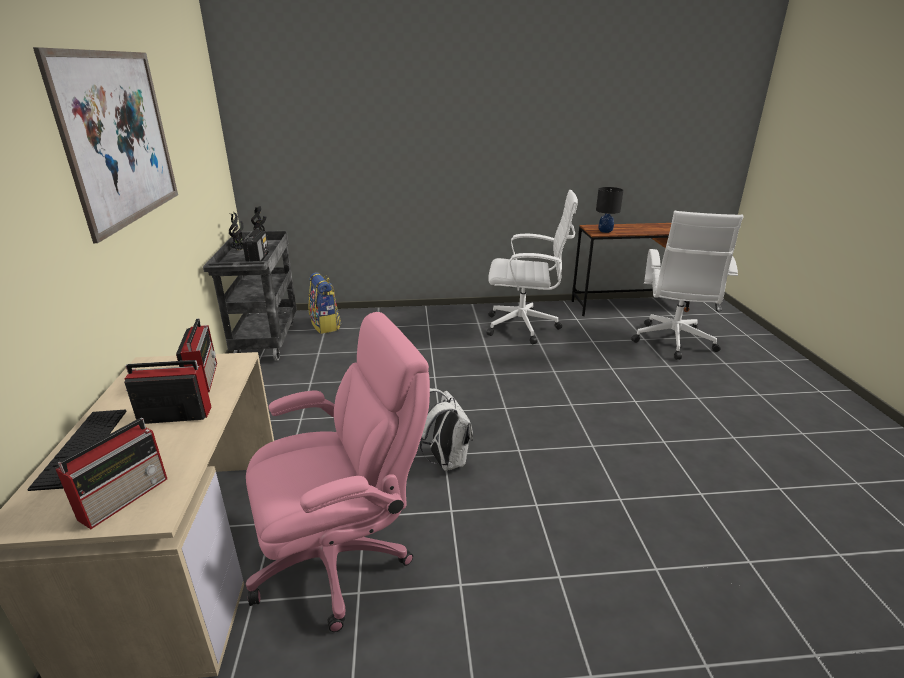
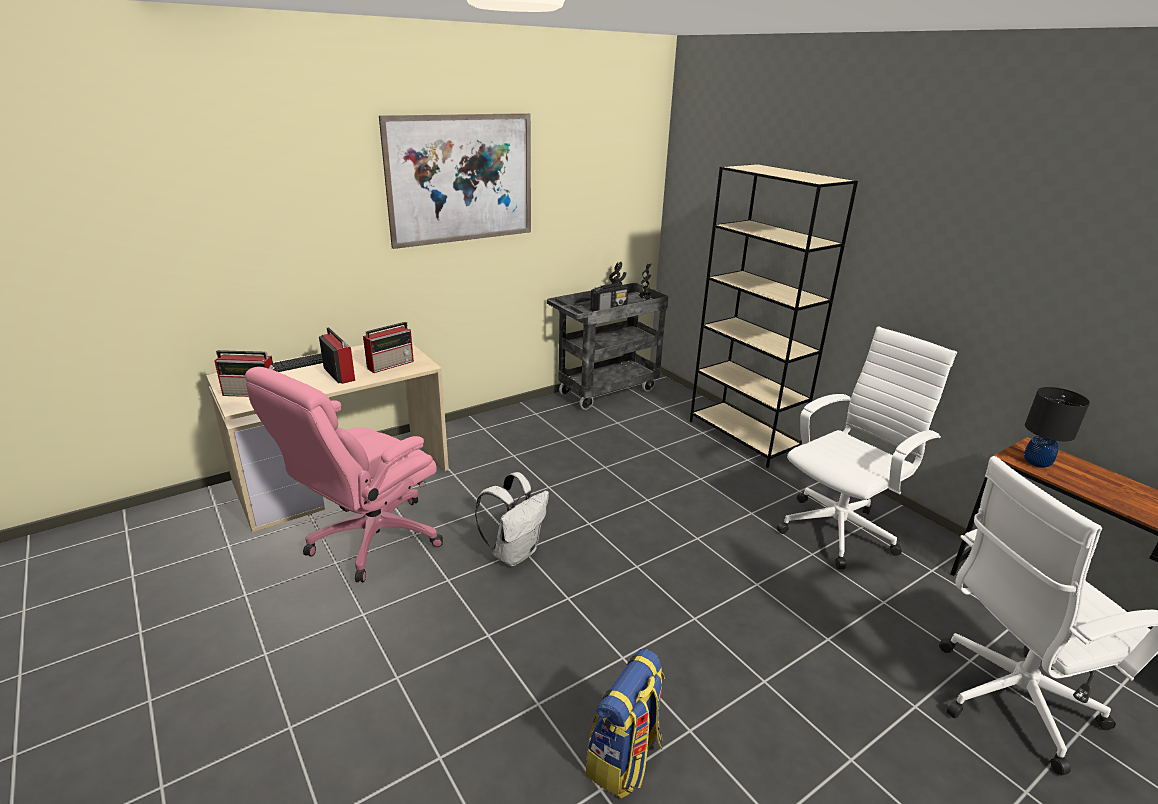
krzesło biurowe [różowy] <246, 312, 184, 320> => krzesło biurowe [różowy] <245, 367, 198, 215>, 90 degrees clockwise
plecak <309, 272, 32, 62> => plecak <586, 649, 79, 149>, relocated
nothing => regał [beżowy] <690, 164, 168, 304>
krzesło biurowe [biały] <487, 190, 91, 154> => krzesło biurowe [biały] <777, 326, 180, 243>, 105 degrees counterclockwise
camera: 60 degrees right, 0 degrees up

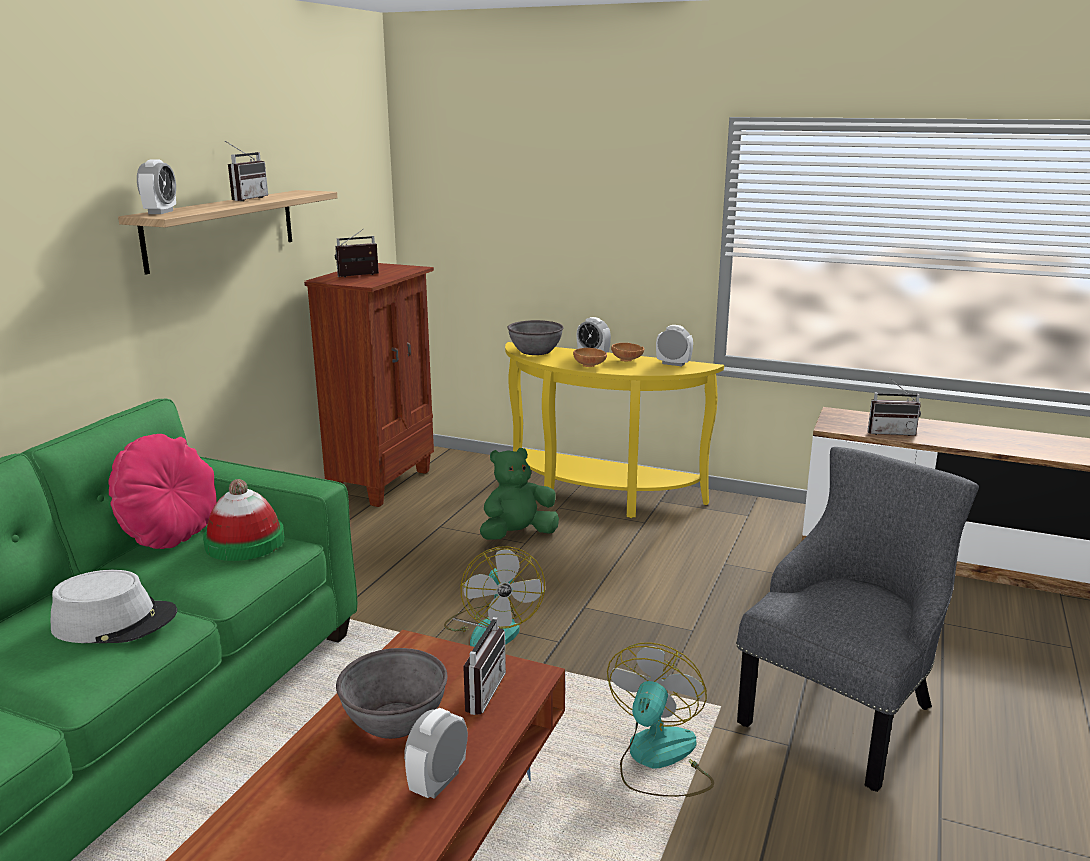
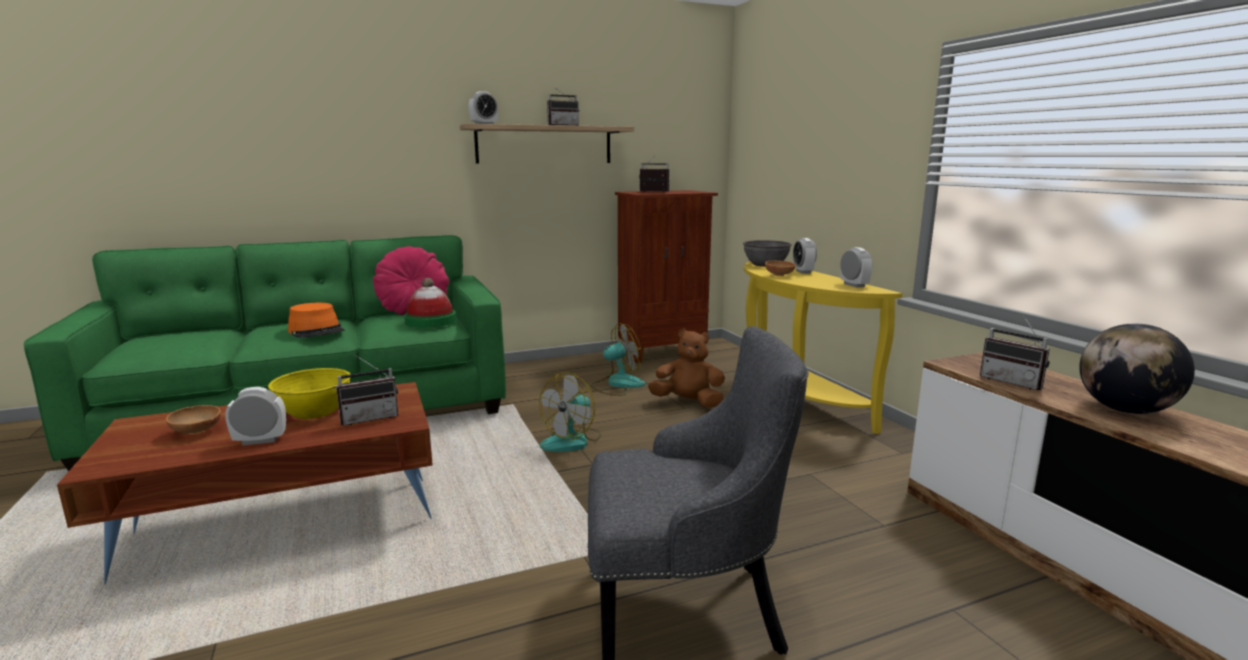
miska [brązowy] <611, 343, 33, 18> => miska [brązowy] <166, 405, 55, 30>, relocated
miska [szary] <336, 648, 111, 91> => miska [żółty] <268, 368, 82, 51>
kapelusz [szary] <51, 570, 126, 73> => kapelusz [pomarańczowy] <288, 303, 57, 35>
wentylator <607, 642, 107, 155> => wentylator <591, 323, 54, 73>, relocated
pluszak [zielony] <480, 448, 79, 92> => pluszak [brązowy] <648, 329, 77, 79>
nothing => globus <1079, 324, 116, 90>
camera: 45 degrees right, 5 degrees down

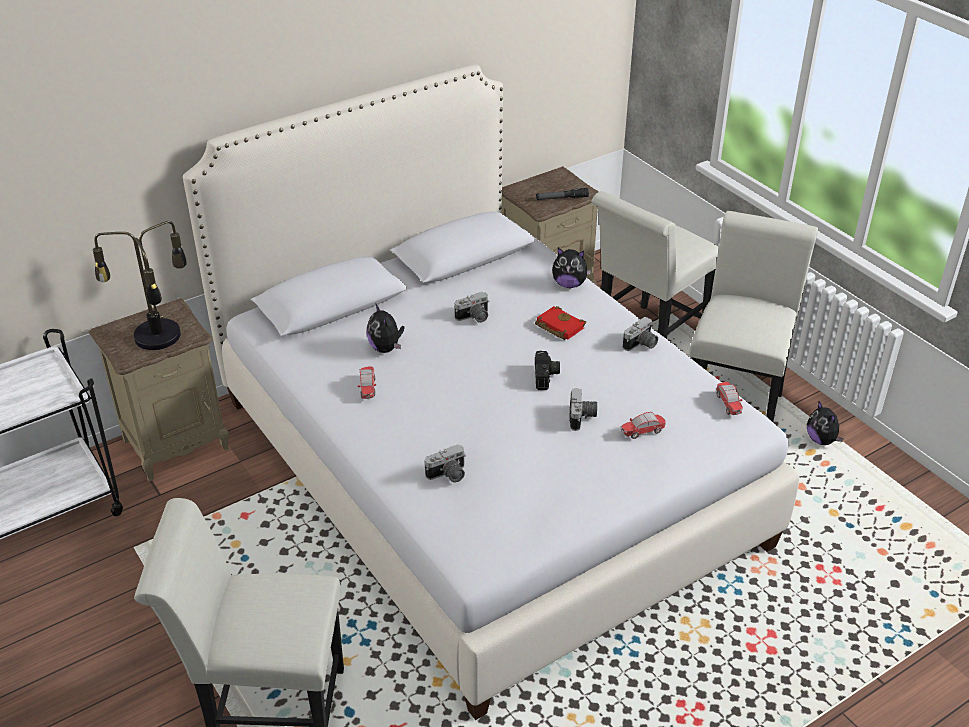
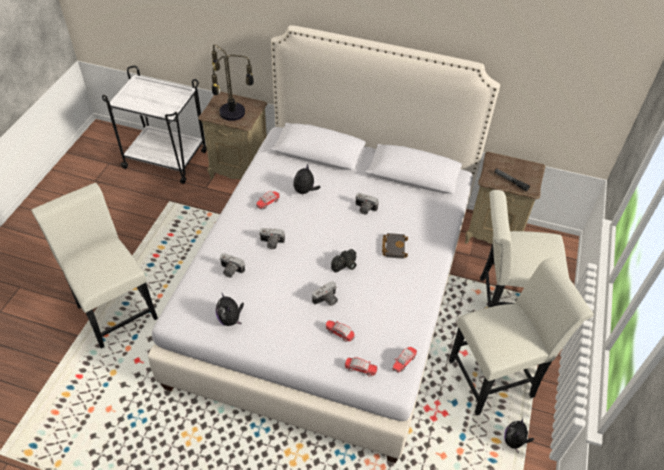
pluszak <552, 248, 40, 40> => pluszak <216, 292, 28, 34>, relocated
aparat fotograficzny <623, 317, 35, 34> => aparat fotograficzny <259, 228, 26, 21>, relocated
nothing => samochodzik <345, 357, 33, 20>
książka [czerwony] <535, 306, 51, 34> => książka [czarny] <382, 233, 26, 26>
camera: 50 degrees right, 10 degrees up

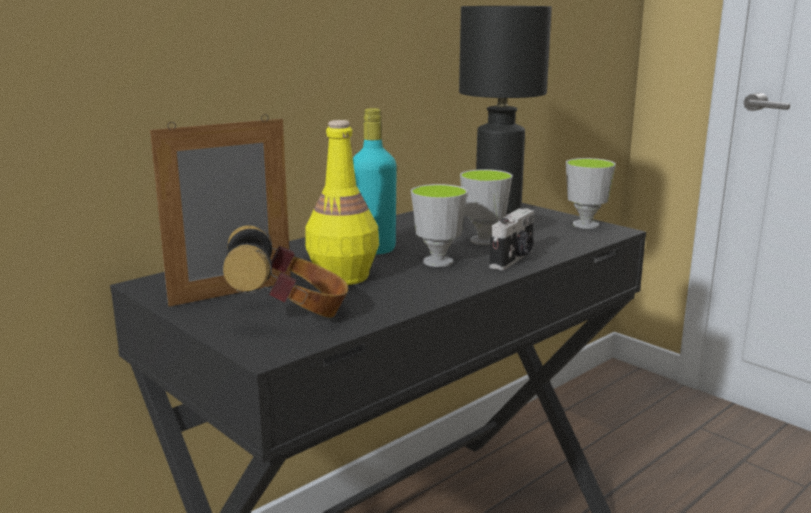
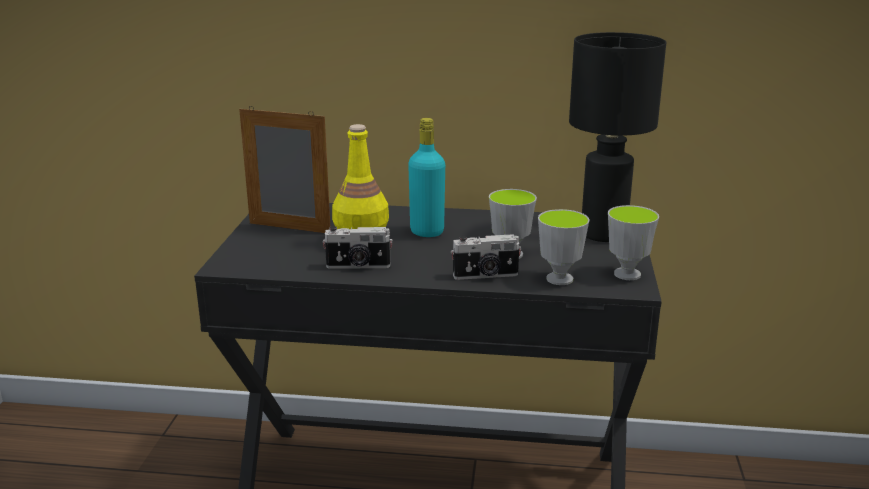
nothing => aparat fotograficzny <323, 226, 70, 43>
filiżanka <411, 184, 57, 83> => filiżanka <538, 209, 52, 76>, relocated
słuchawki <223, 225, 125, 93> => nothing
camera: 50 degrees right, 5 degrees up

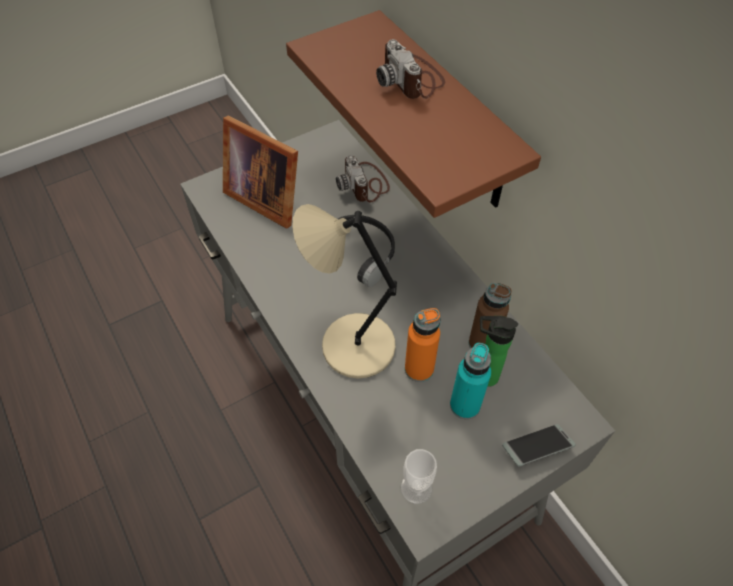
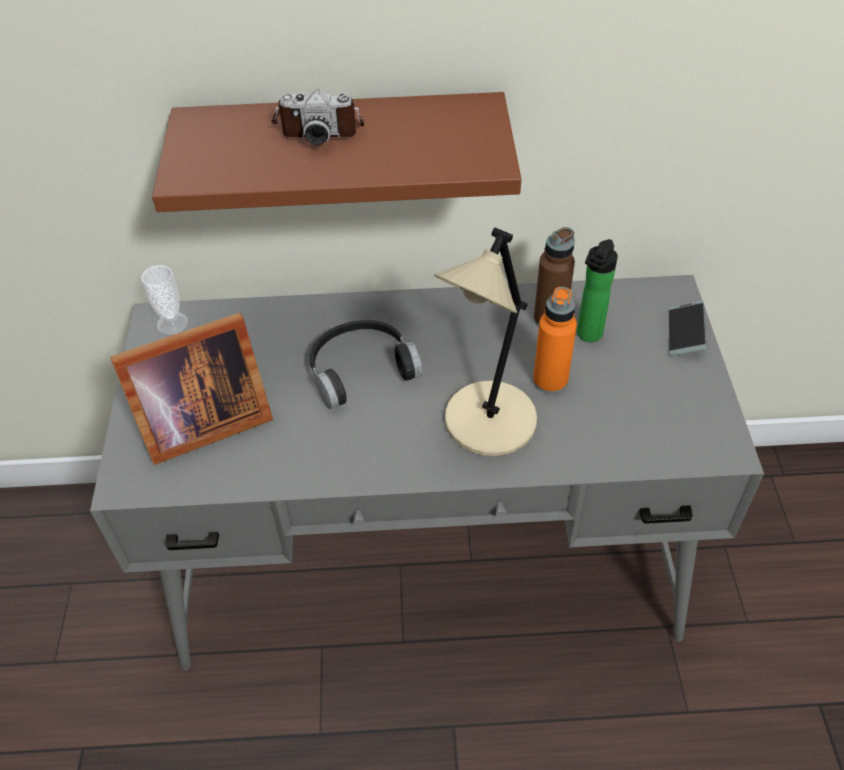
filiżanka <401, 449, 36, 55> => filiżanka <141, 265, 47, 70>, relocated
aparat fotograficzny <336, 155, 54, 48> => nothing
butelka [turkusowy] <450, 343, 41, 76> => nothing
camera: 60 degrees left, 5 degrees down

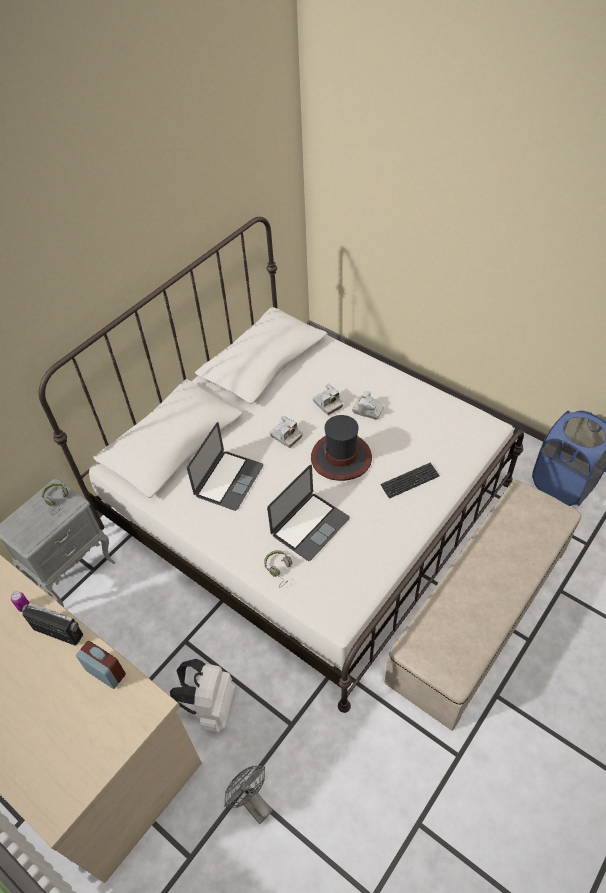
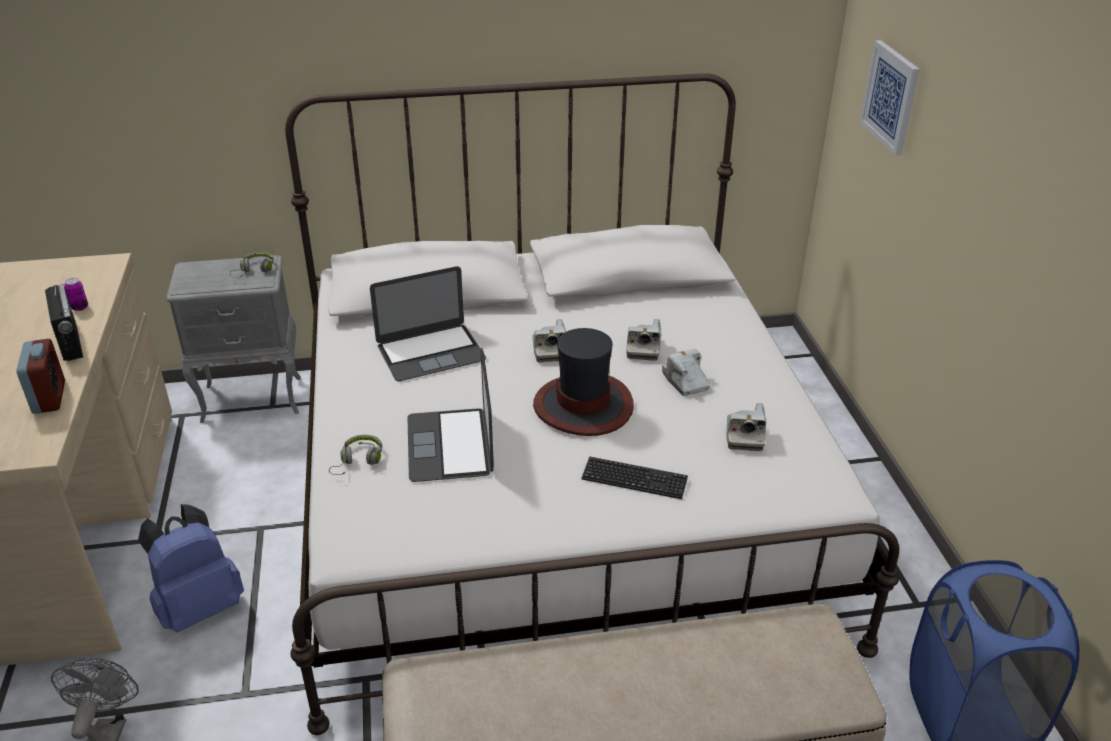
plecak [biały] <170, 659, 65, 73> => plecak [niebieski] <138, 504, 106, 128>
laptop <267, 465, 83, 96> => laptop <407, 348, 87, 134>, 90 degrees clockwise
nothing => aparat fotograficzny <727, 403, 39, 48>
nothing => obraz <860, 40, 60, 115>
camera: 40 degrees right, 15 degrees down

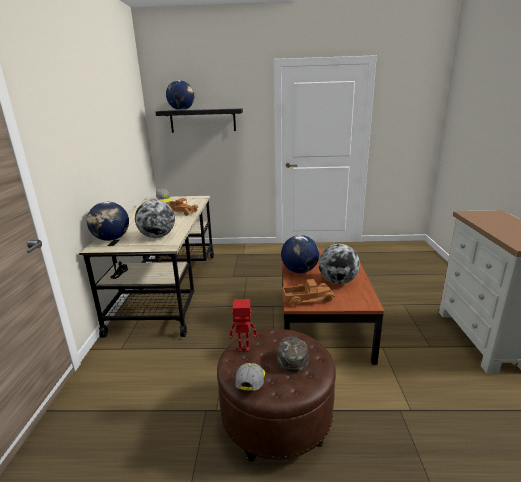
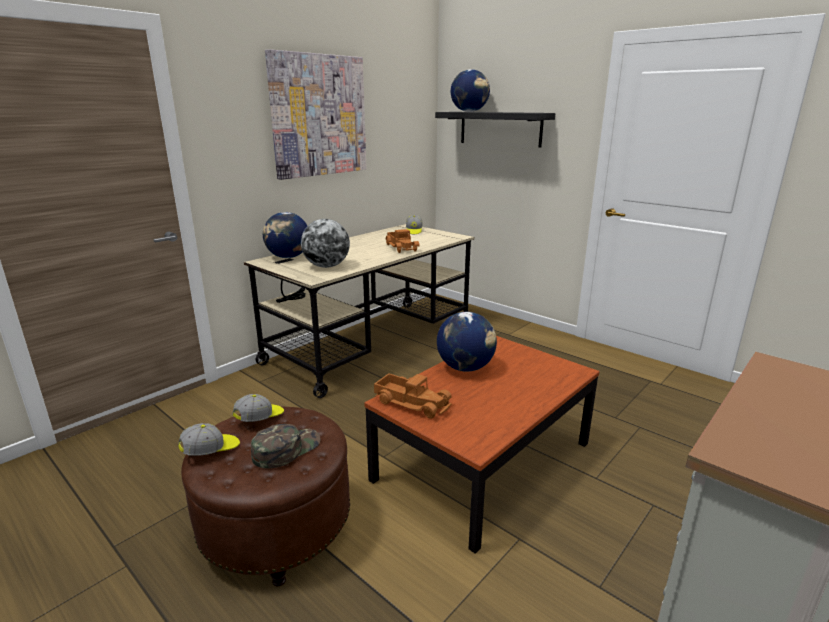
robot zabawkowy <229, 299, 29, 53> => czapka z daszkiem <232, 394, 52, 28>
nothing => obraz <265, 49, 101, 131>
globus <319, 244, 41, 40> => nothing
camera: 40 degrees right, 0 degrees up

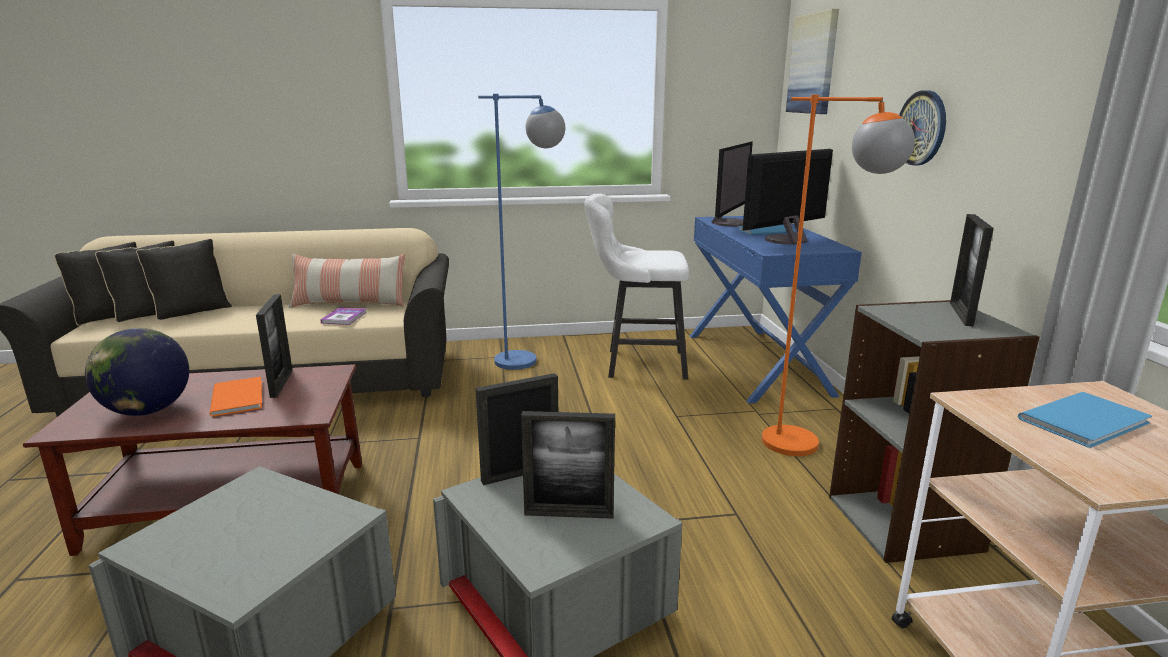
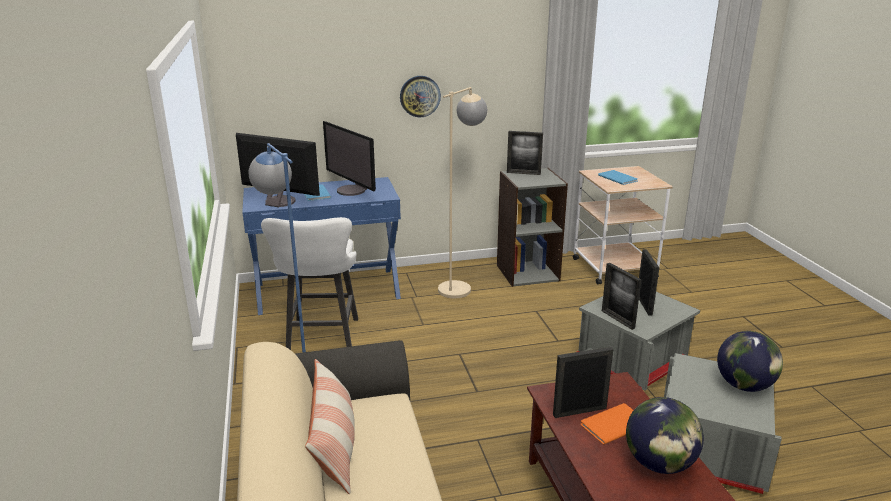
lampa stojąca [pomarańczowy] <762, 94, 153, 362> => lampa stojąca [beżowy] <438, 87, 49, 211>
nothing => globus <717, 331, 66, 61>
książka <320, 307, 47, 18> => nothing
obraz <786, 9, 53, 105> => nothing
camera: 95 degrees left, 5 degrees up

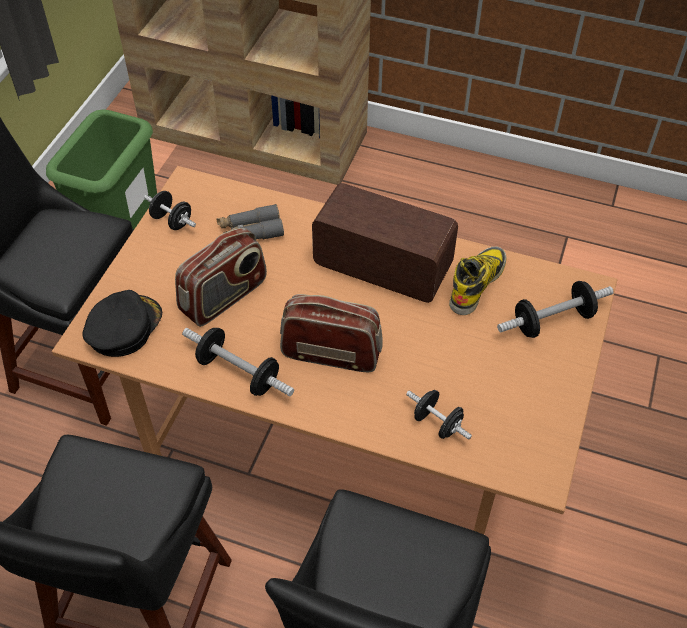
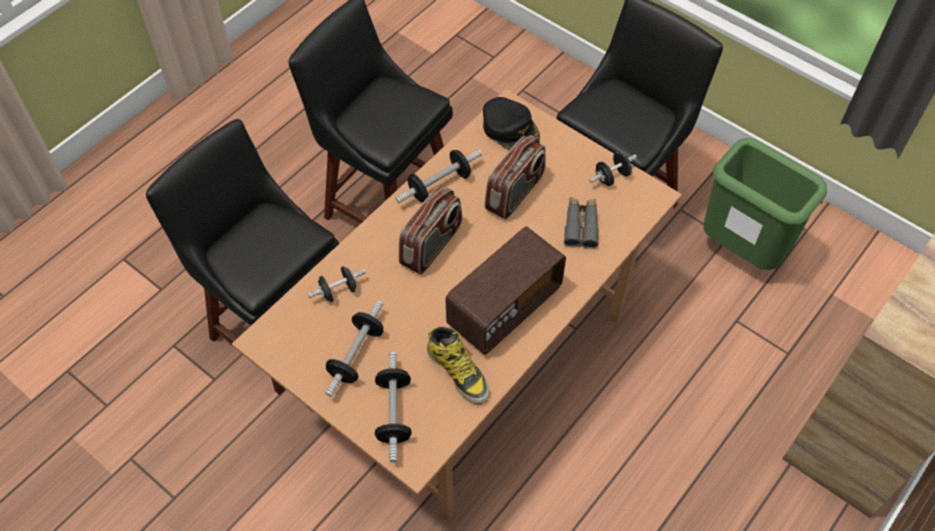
nothing => hantel <325, 301, 59, 96>
radio <175, 227, 92, 100> => radio <485, 135, 61, 85>, 120 degrees counterclockwise
camera: 110 degrees right, 5 degrees up

